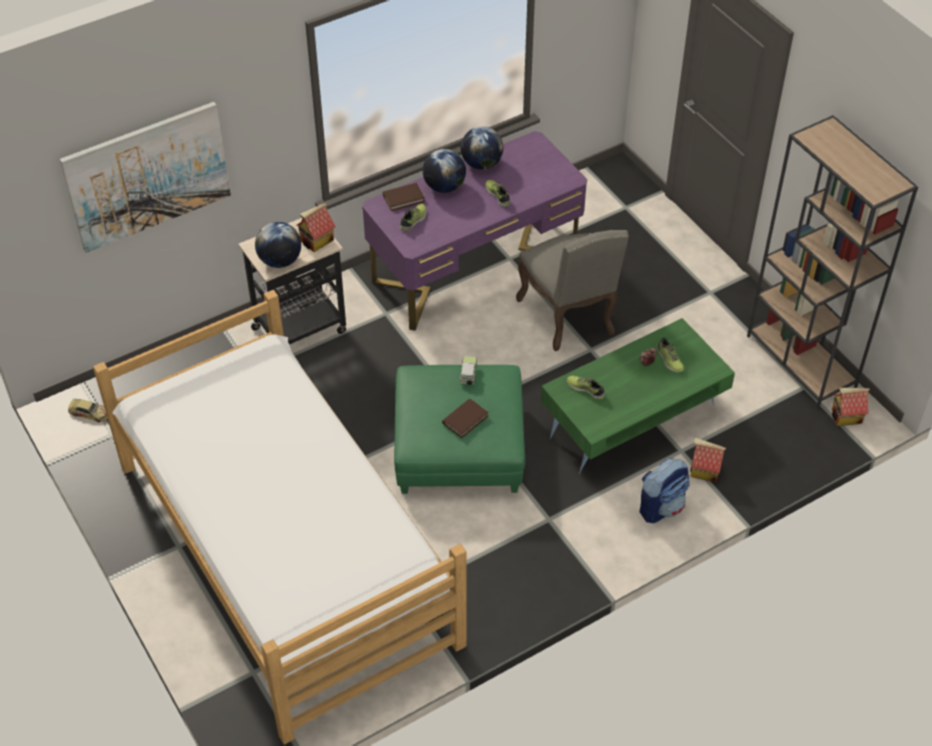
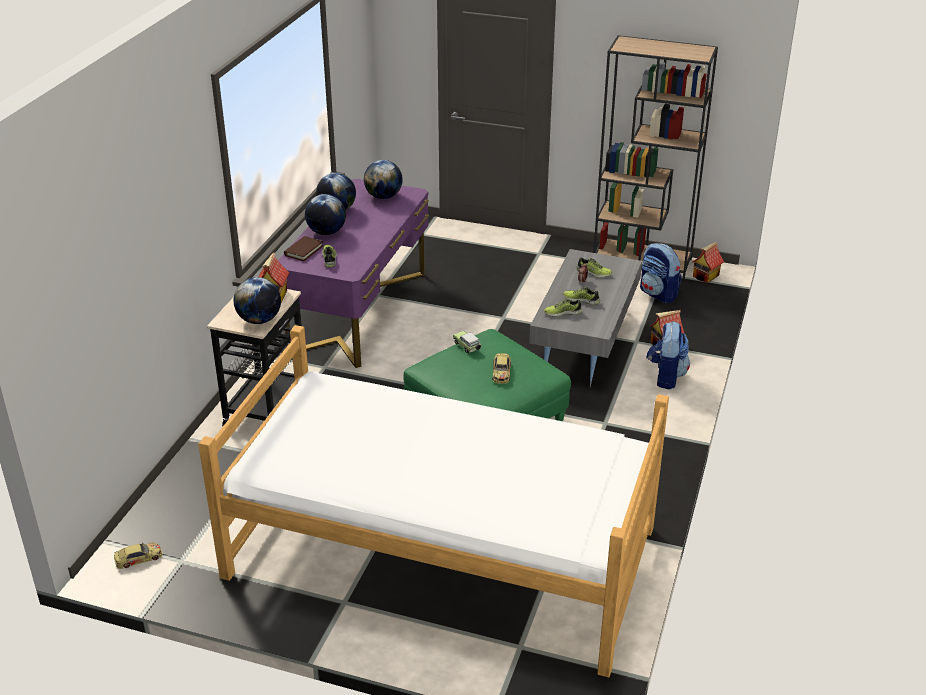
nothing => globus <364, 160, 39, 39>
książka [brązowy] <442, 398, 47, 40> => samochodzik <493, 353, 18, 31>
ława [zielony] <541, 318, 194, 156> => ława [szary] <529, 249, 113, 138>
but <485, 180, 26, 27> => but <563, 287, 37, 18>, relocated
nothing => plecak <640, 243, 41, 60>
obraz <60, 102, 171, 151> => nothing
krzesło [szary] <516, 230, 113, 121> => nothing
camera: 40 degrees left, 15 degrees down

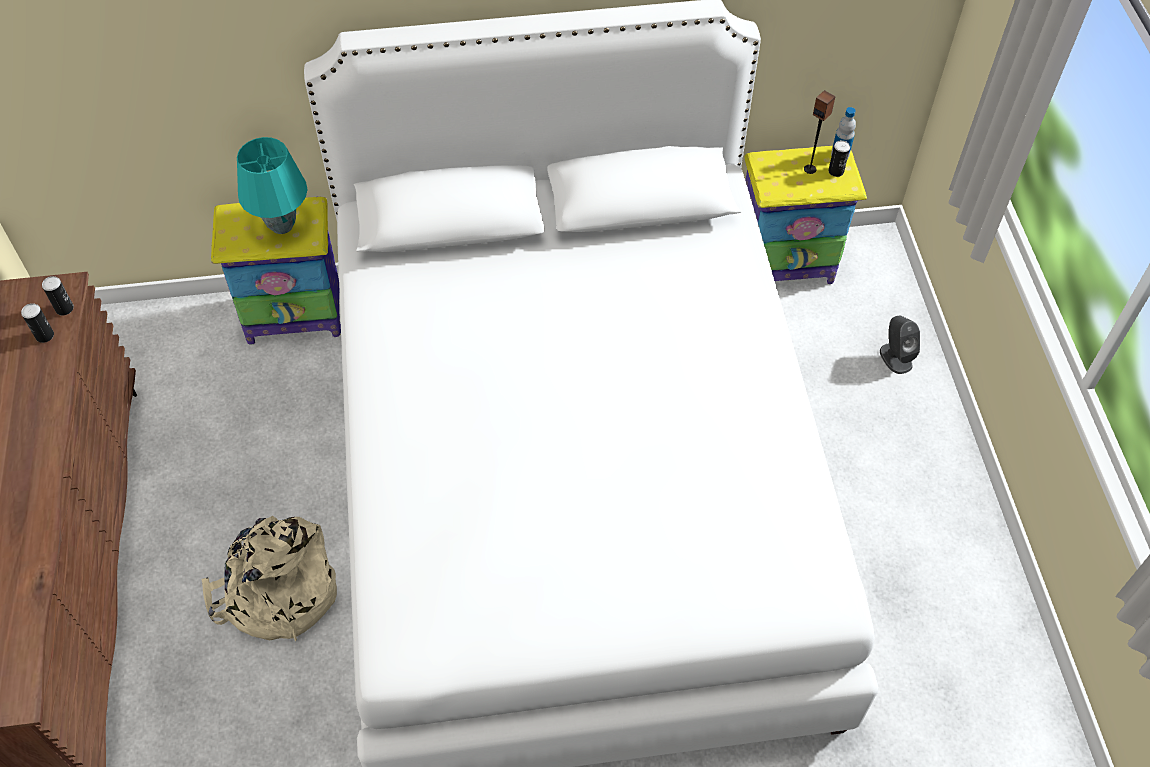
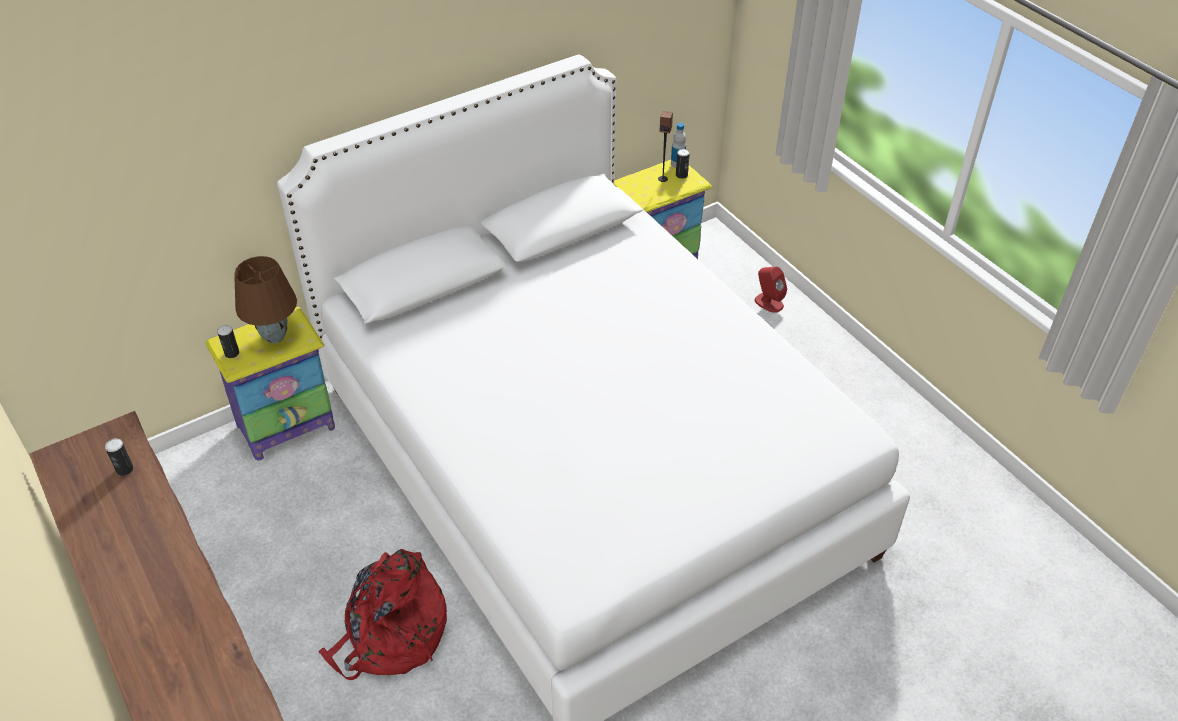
puszka <42, 276, 32, 40> => puszka <217, 325, 22, 33>, relocated
lampa stołowa [turkusowy] <237, 137, 71, 97> => lampa stołowa [brązowy] <234, 256, 63, 88>
plecak [beżowy] <201, 516, 136, 125> => plecak [czerwony] <318, 549, 129, 131>
głośnik [szary] <880, 316, 40, 58> => głośnik [czerwony] <755, 267, 32, 46>
camera: 25 degrees left, 10 degrees down

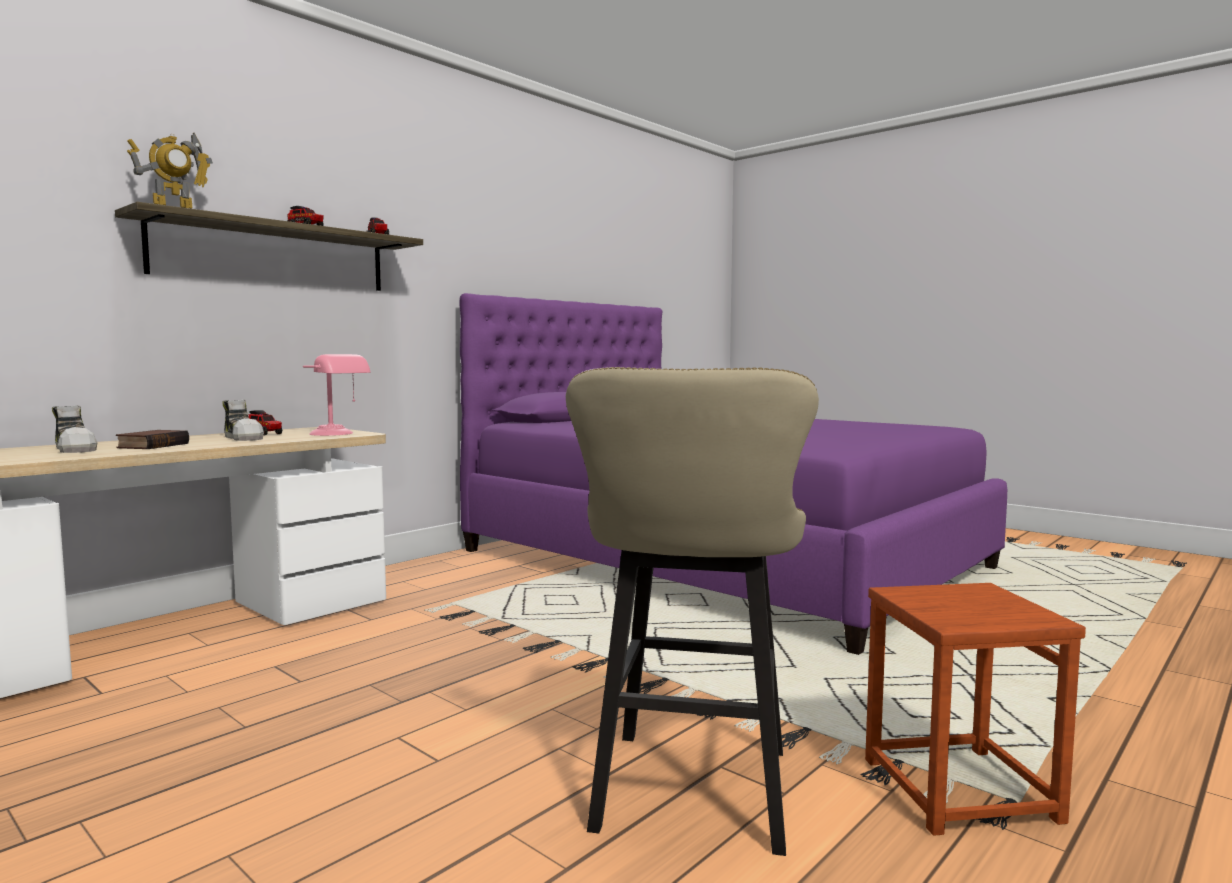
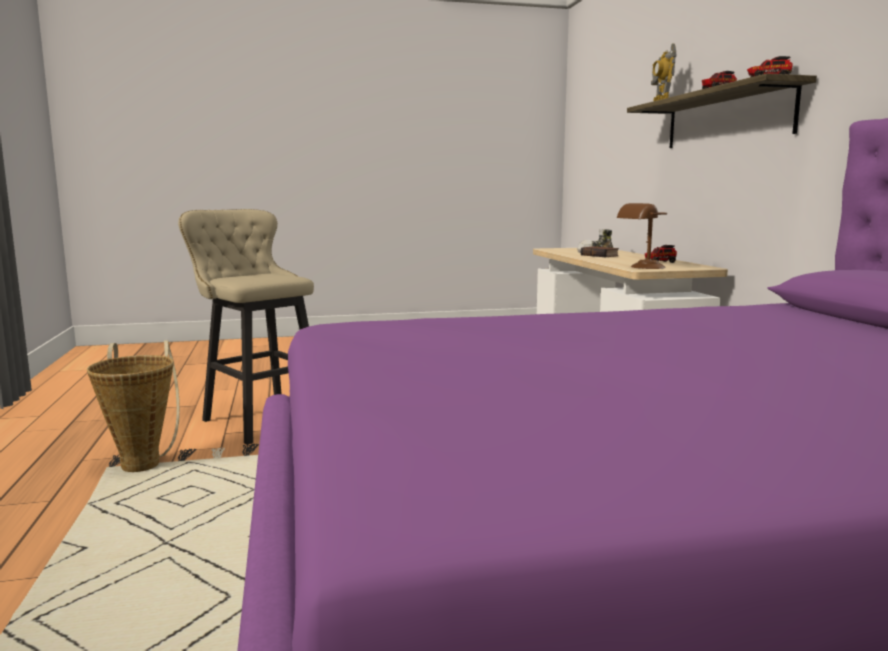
stołek [brązowy] <865, 583, 221, 253> => koszyk <87, 340, 93, 132>
lampa stołowa [różowy] <303, 354, 68, 82> => lampa stołowa [brązowy] <617, 203, 50, 66>
but <222, 399, 42, 42> => nothing
camera: 125 degrees right, 5 degrees up

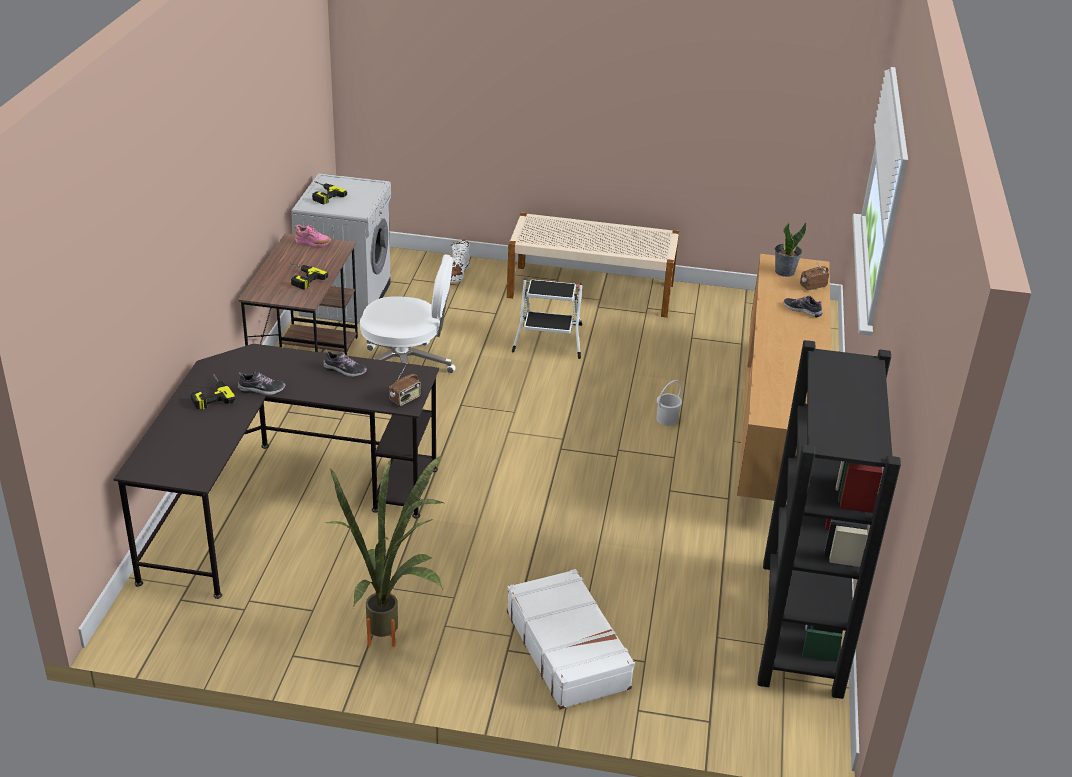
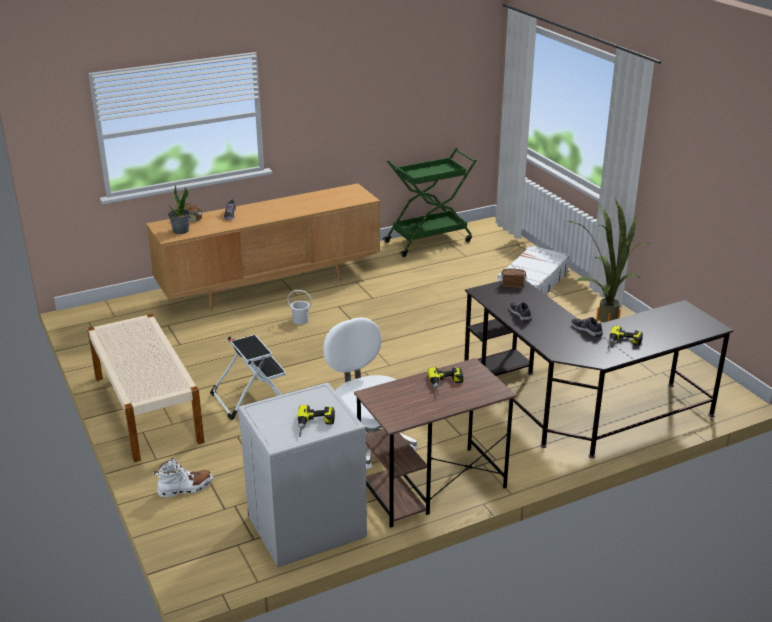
regał [czarny] <757, 340, 144, 359> => wózek [zielony] <383, 148, 94, 109>
but [różowy] <295, 224, 36, 23> => nothing
camera: 125 degrees left, 5 degrees down

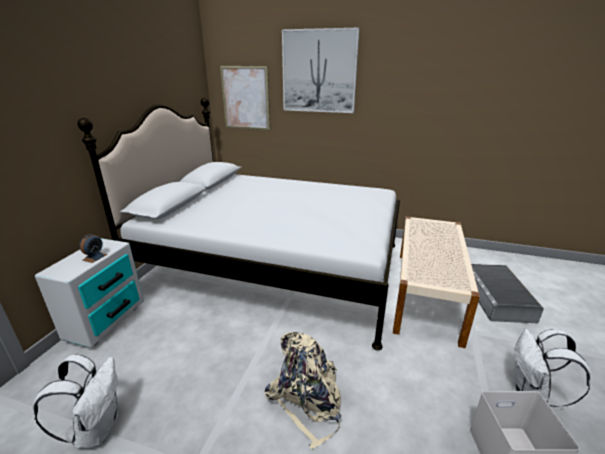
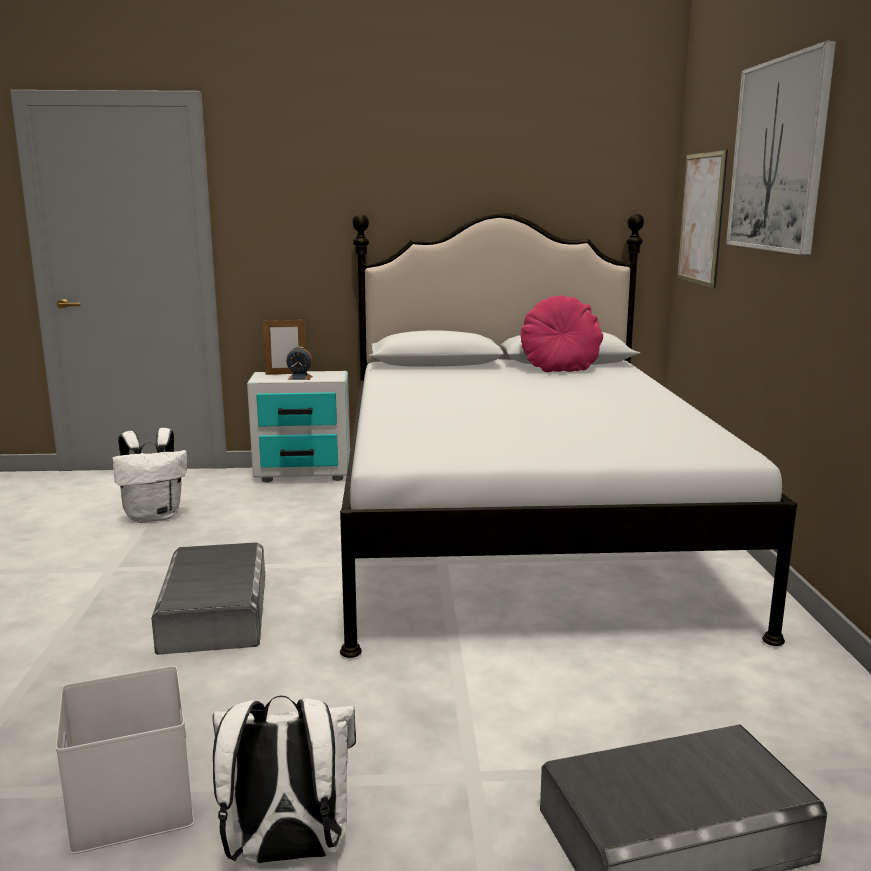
plecak [beżowy] <265, 332, 76, 118> => pojemnik do przechowywania [szary] <151, 542, 114, 113>
nothing => ramka na zdjęcie <263, 320, 43, 55>
nothing => poduszka [różowy] <521, 296, 82, 76>
ławka [beżowy] <393, 216, 87, 132> => nothing
camera: 70 degrees right, 10 degrees down

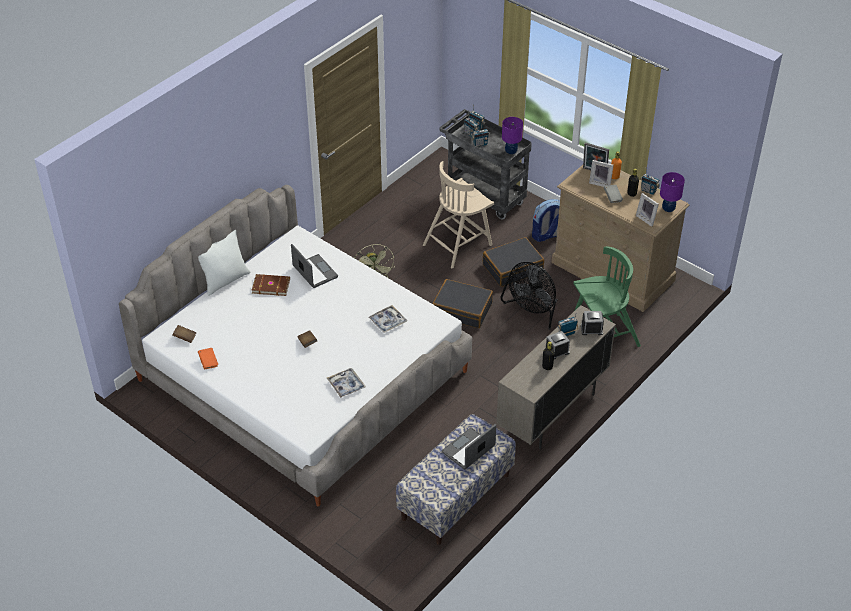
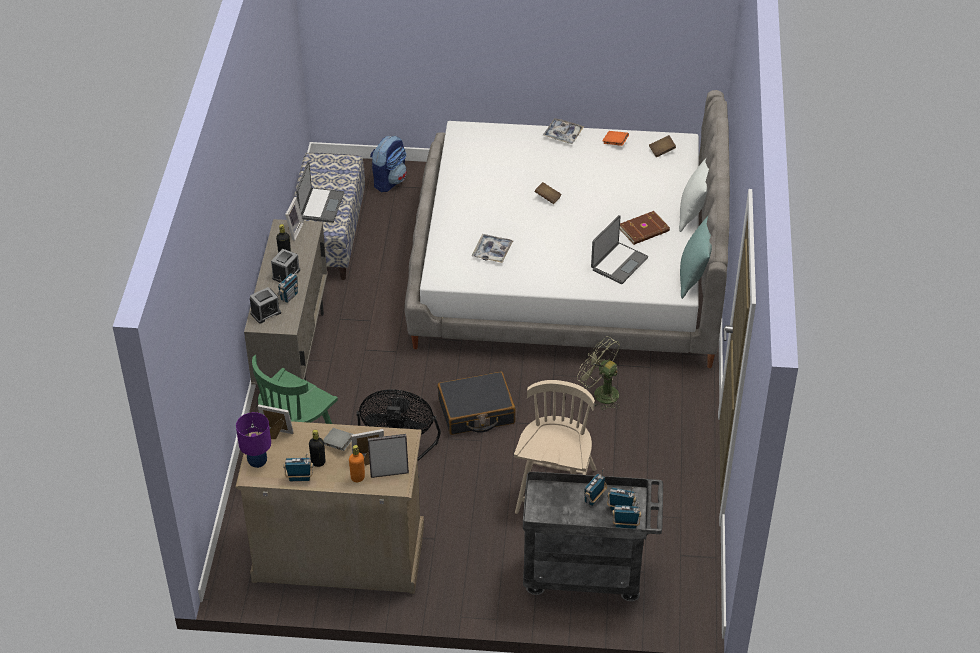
nothing => ramka na zdjęcie <285, 197, 19, 44>
plecak <532, 199, 28, 43> => plecak <370, 136, 37, 56>, relocated
taca <327, 368, 39, 30> => taca <542, 118, 42, 26>, relocated
laptop <291, 244, 47, 44> => laptop <591, 215, 57, 69>, 75 degrees counterclockwise
nothing => poduszka [turkusowy] <680, 216, 32, 83>
walizka [czarny] <483, 237, 61, 50> => nothing
lampa stołowa [fioletowy] <502, 117, 21, 37> => nothing
camera: 145 degrees right, 0 degrees up

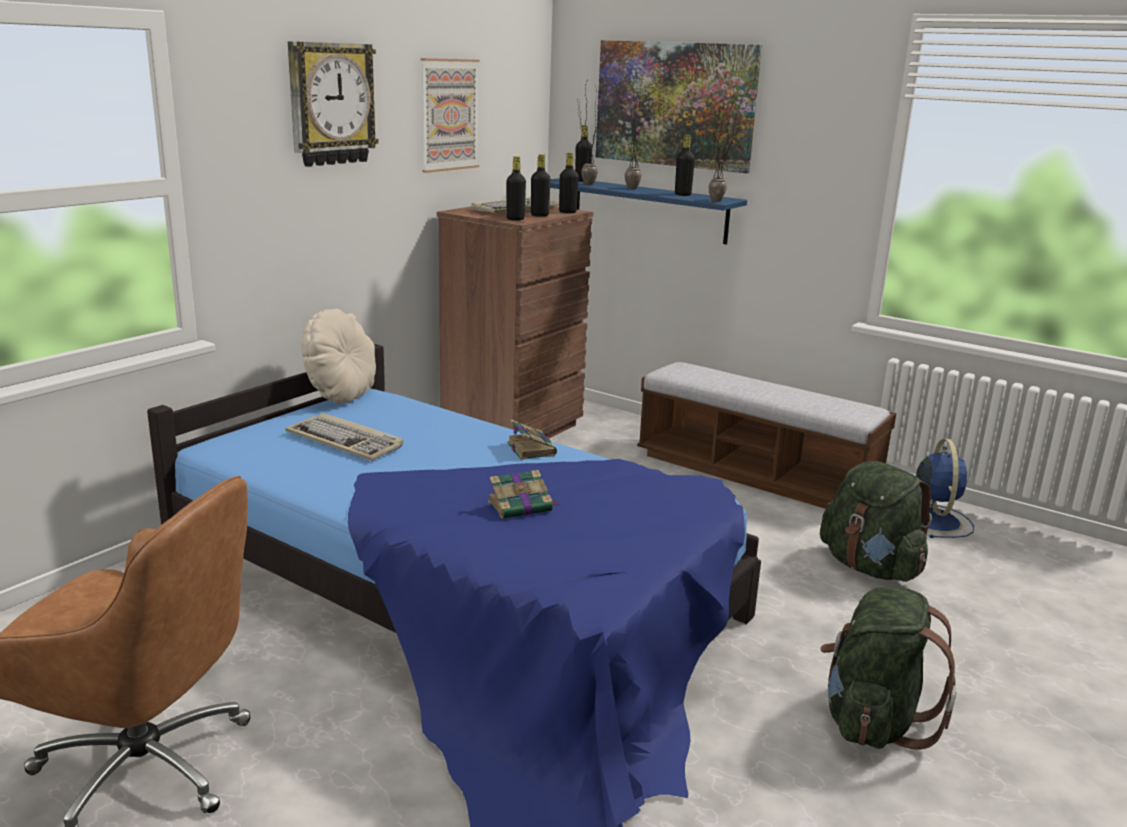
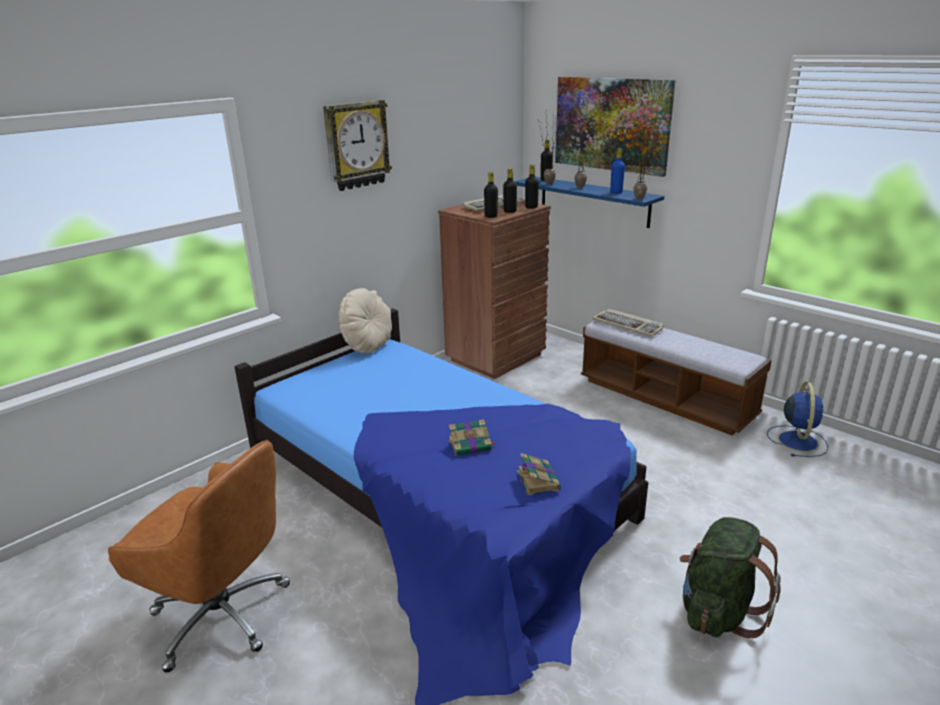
książka <507, 419, 50, 41> => książka <517, 453, 44, 42>, relocated
klawiatura <285, 413, 118, 48> => klawiatura <592, 309, 72, 28>, relocated
butelka [czarny] <675, 135, 20, 61> => butelka [niebieski] <610, 148, 15, 46>
obraz <421, 58, 59, 115> => nothing
plecak [zielony] <820, 461, 112, 121> => nothing
camera: 10 degrees right, 5 degrees up

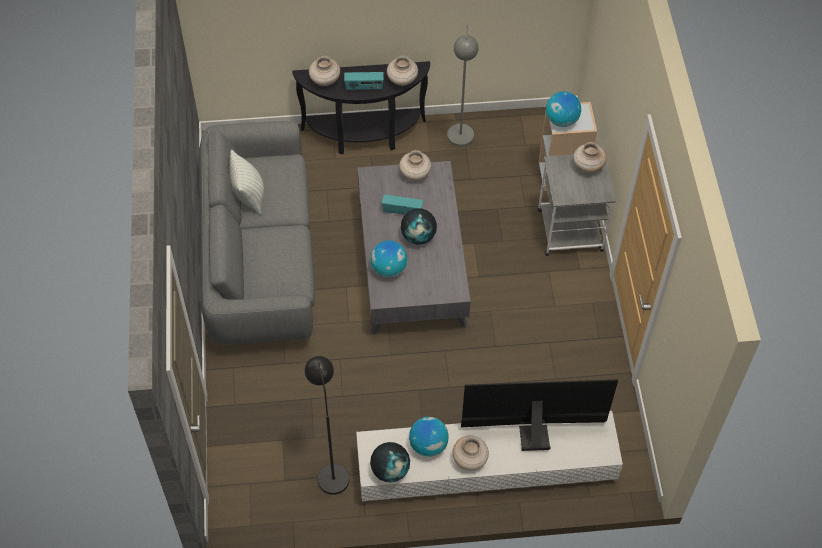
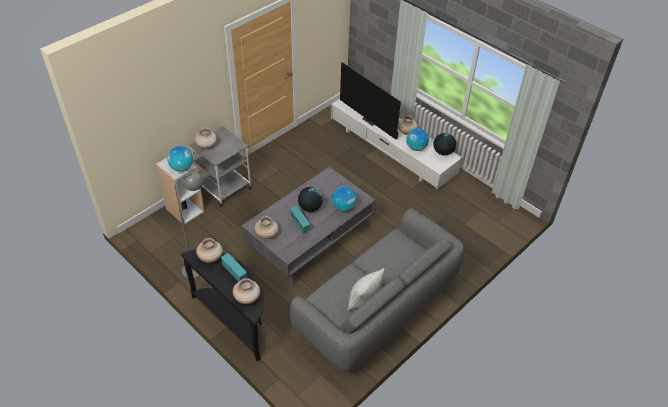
lampa stojąca [czarny] <305, 356, 45, 139> => nothing
camera: 130 degrees left, 10 degrees down

